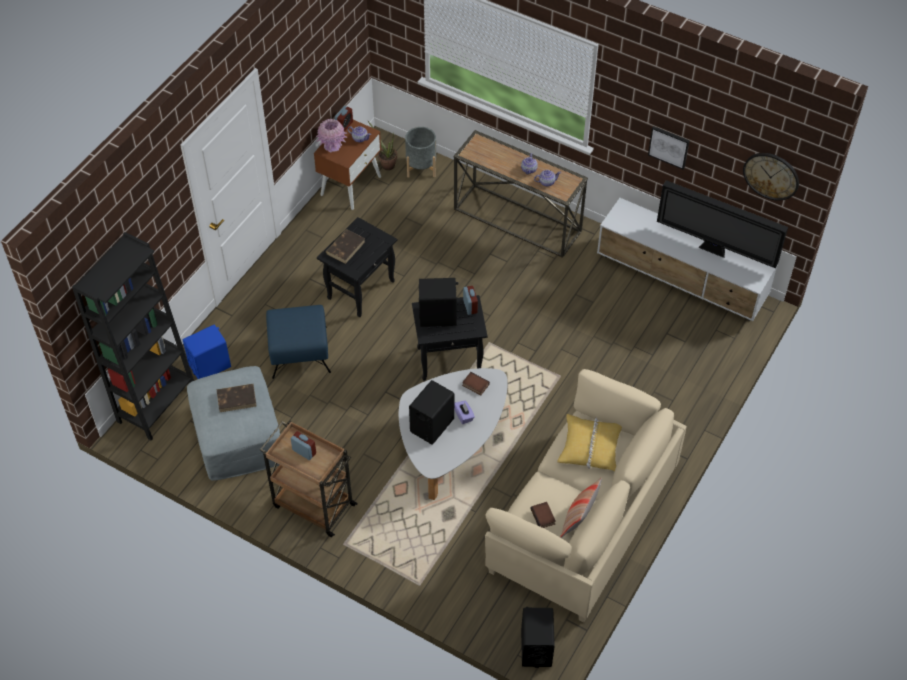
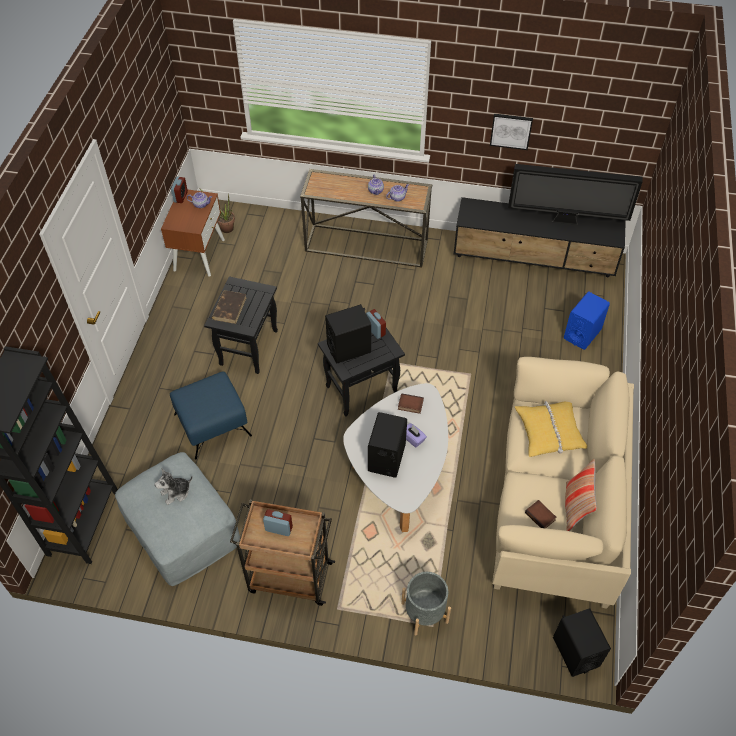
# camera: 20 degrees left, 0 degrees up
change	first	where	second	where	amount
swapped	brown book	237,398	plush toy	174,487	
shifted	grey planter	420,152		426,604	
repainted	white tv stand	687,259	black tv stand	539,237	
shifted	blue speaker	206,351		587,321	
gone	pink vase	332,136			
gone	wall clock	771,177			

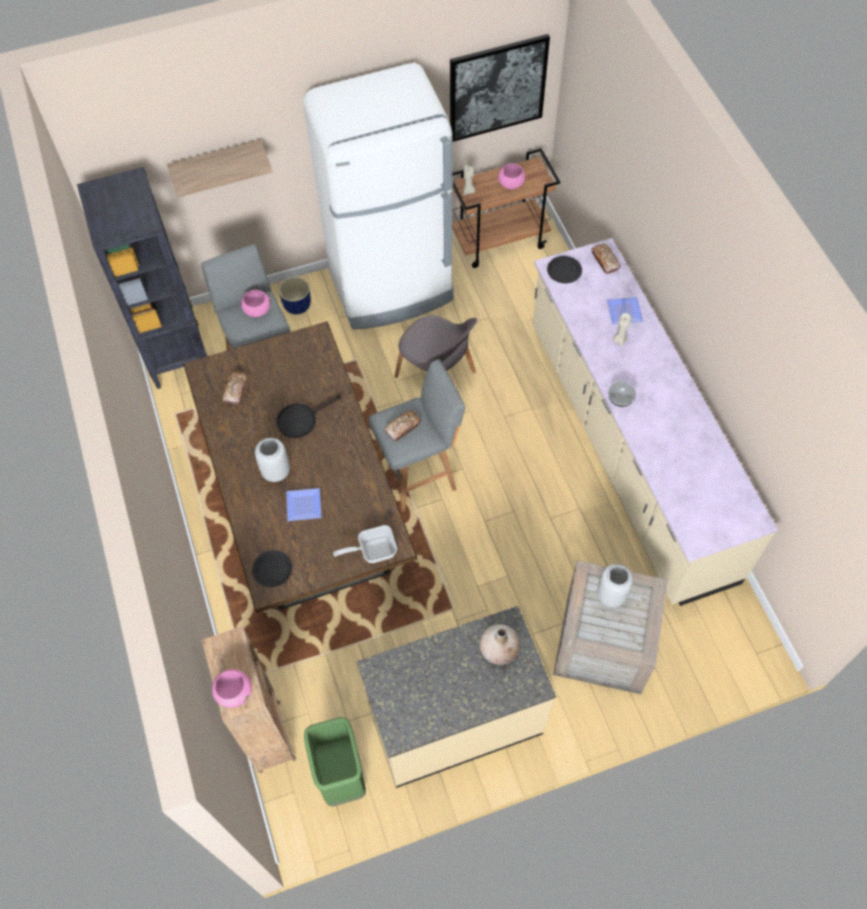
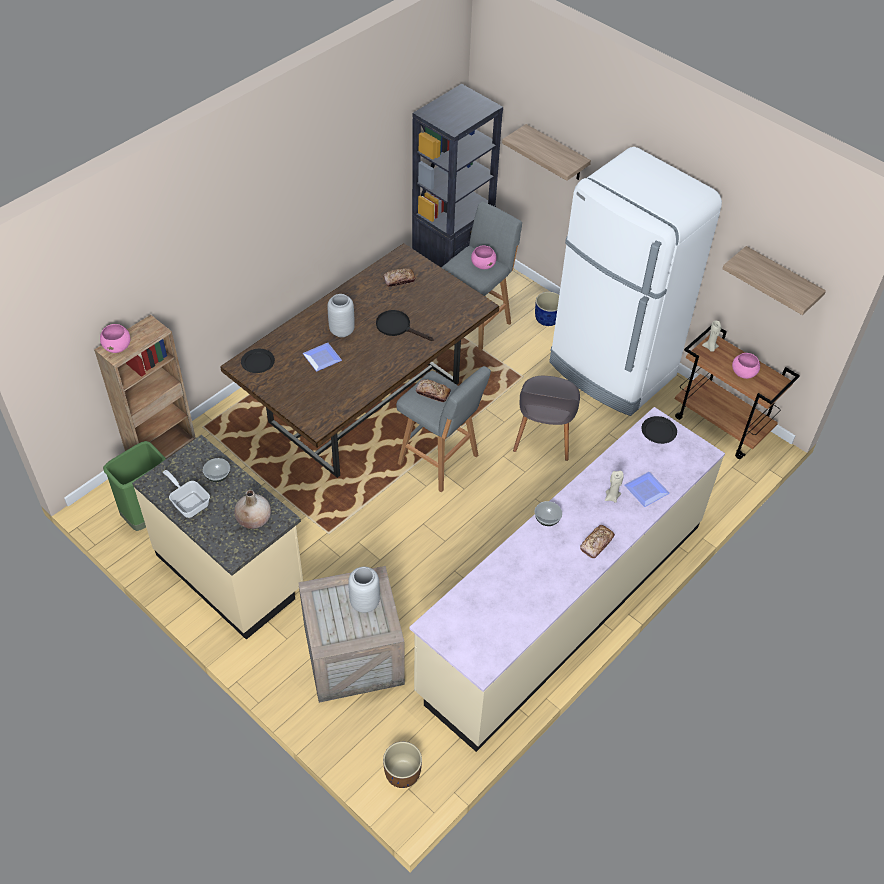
# camera: 60 degrees right, 10 degrees down
change	first	where	second	where	amount
shifted	frying pan	365,544		186,494	
new			bowl	216,470	
new			brown planter	402,765	
shifted	bread	606,259		597,541	
swapped	picture	500,88	shelf	774,280	

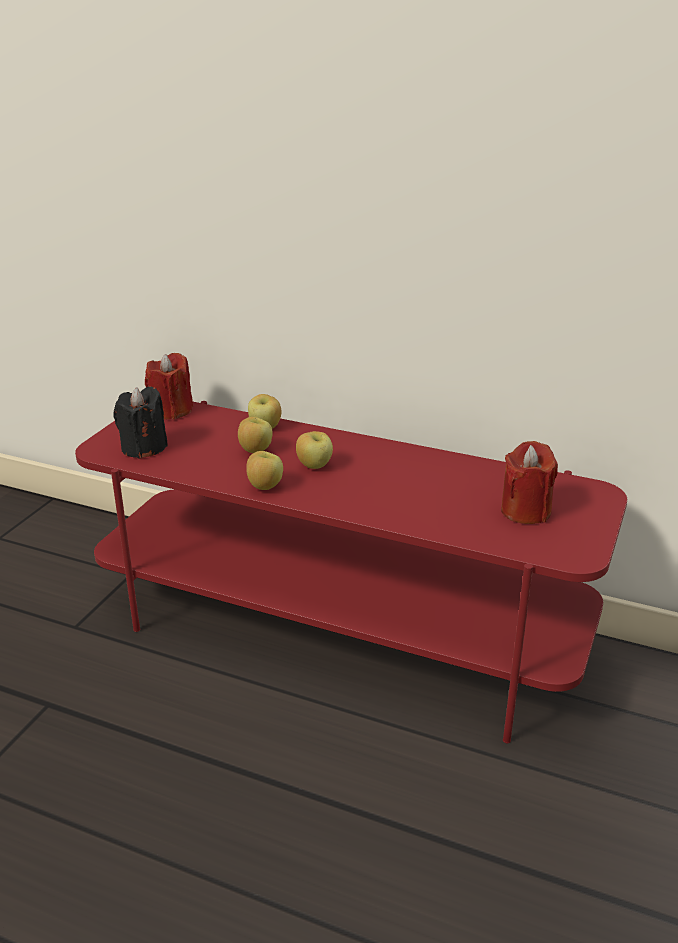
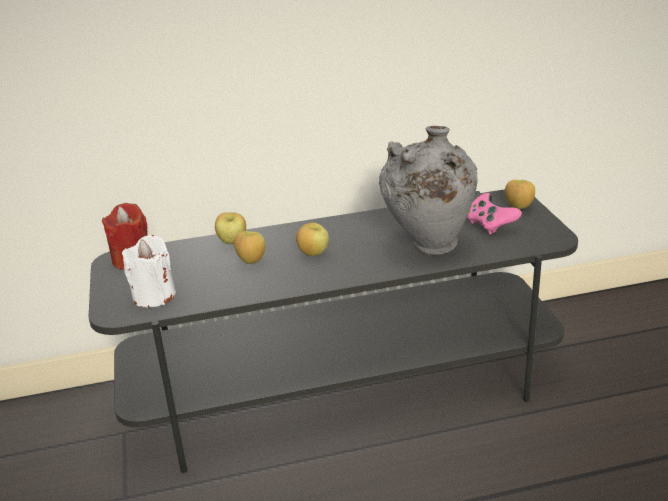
# camera: 35 degrees left, 0 degrees up
change	first	where	second	where	amount
repainted	red tv stand	351,572	grey tv stand	333,331	
repainted	black candle	141,422	white candle	149,271	
new			grey vase	428,190	
swapped	red candle	529,482	pink game controller	494,214	
shifted	apple	264,470		520,194	

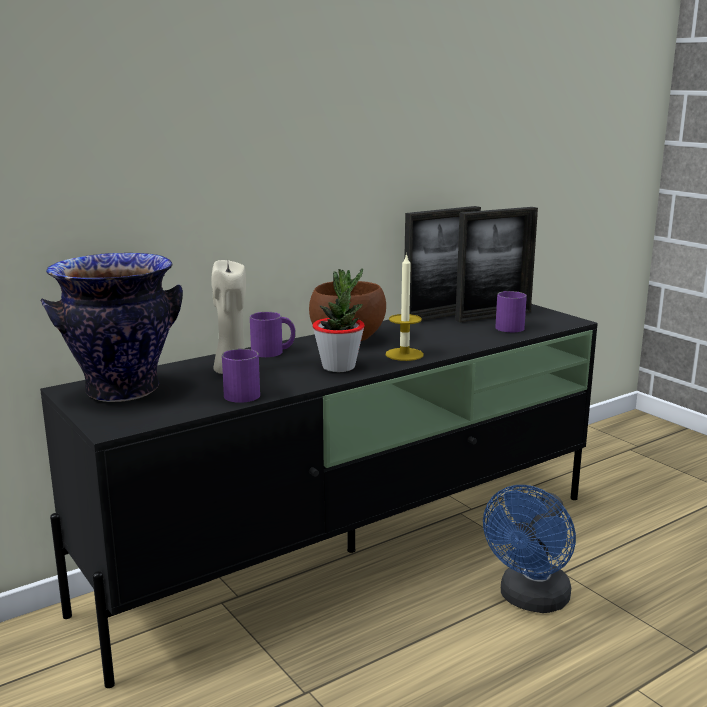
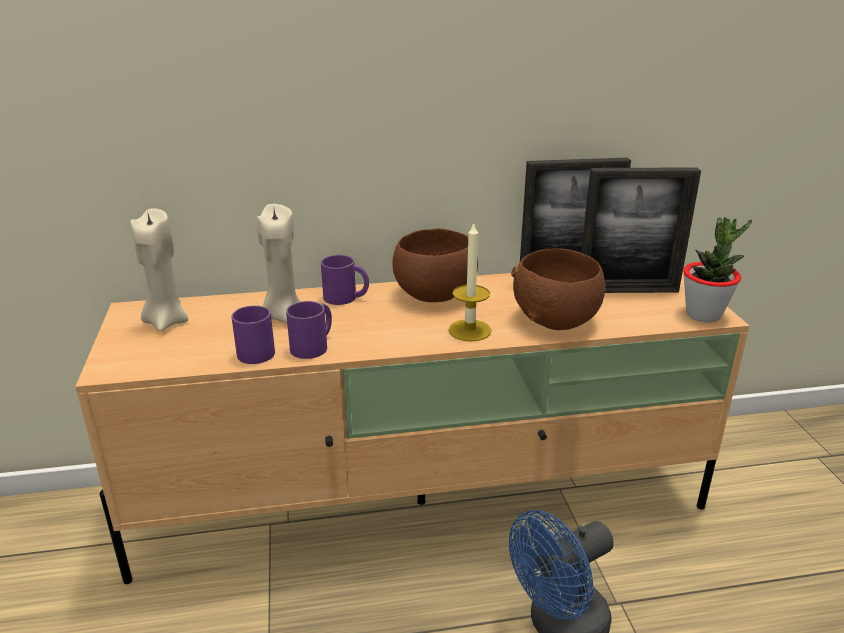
# camera: 25 degrees right, 10 degrees up
change	first	where	second	where	amount
repainted	black tv stand	319,496	beige tv stand	412,428	
swapped	vase	111,327	beige candle	159,270	
shifted	purple mug	511,311		309,330	
new			brown bowl	558,289	
shifted	potted plant	338,320		717,269	

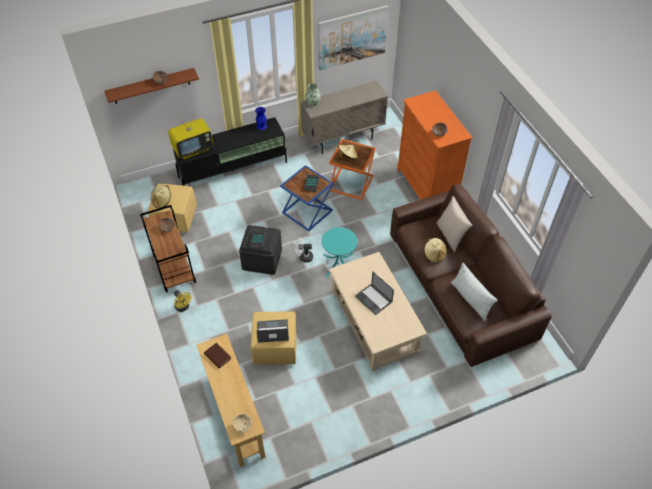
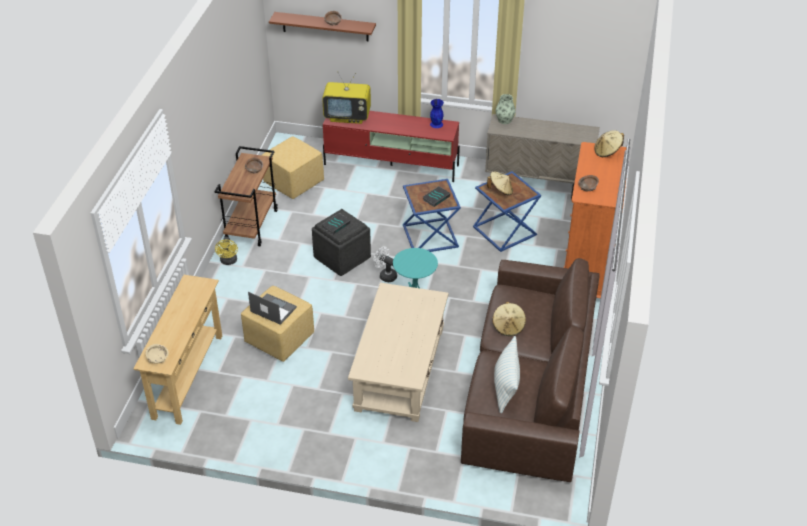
# camera: 35 degrees right, 10 degrees down
change	first	where	second	where	amount
repainted	black tv stand	230,151	red tv stand	391,146	
repainted	orange side table	352,169	blue side table	507,211	
shifted	beige hat	161,197		609,143	
gone	brown book	217,356			
gone	picture	353,37			
gone	laptop	374,293			
gone	beige pillow	454,224			

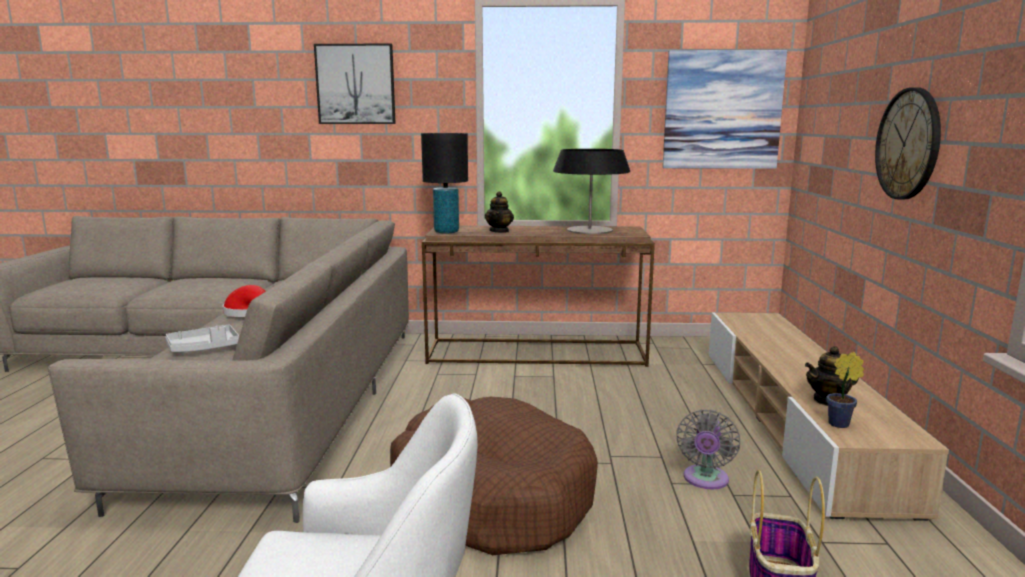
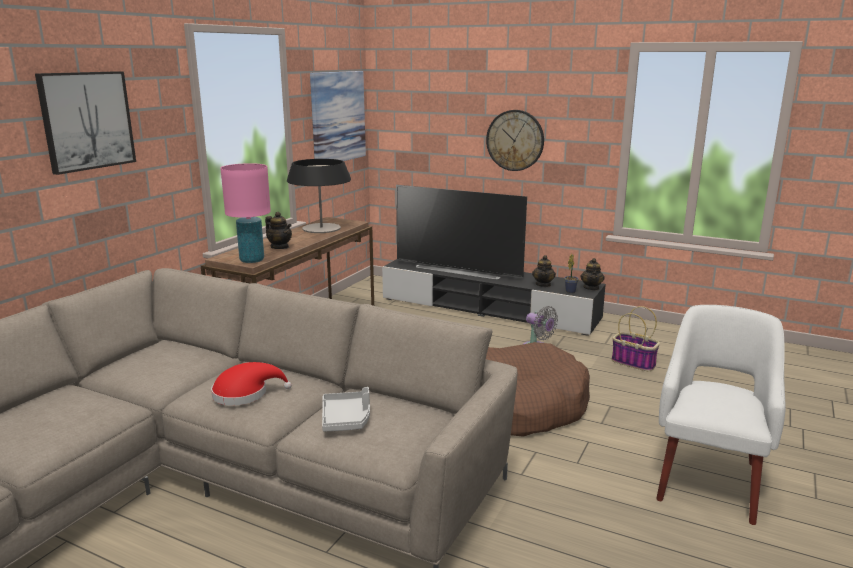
# camera: 65 degrees left, 5 degrees up
change	first	where	second	where	amount
repainted	black table lamp	444,183	pink table lamp	245,213	
repainted	beige tv stand	829,417	black tv stand	494,297	
new			television	461,232	
new			teapot	592,274	

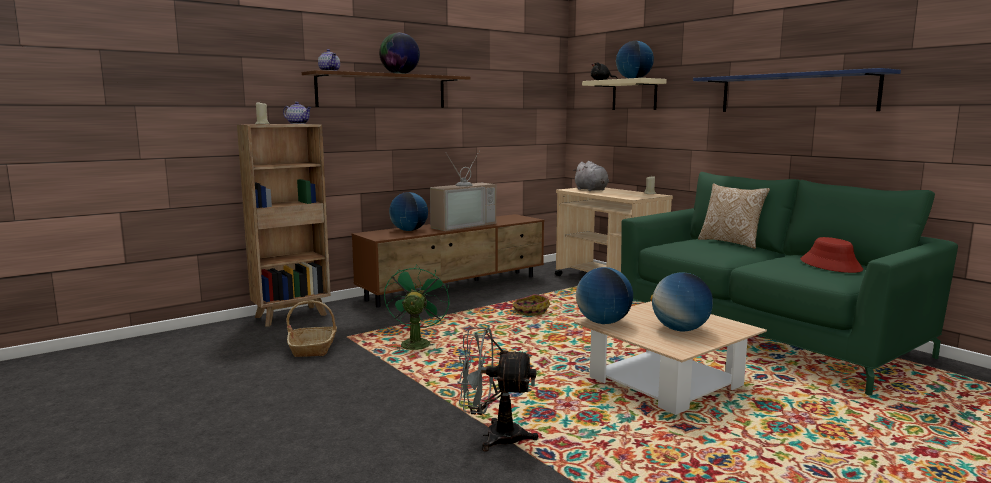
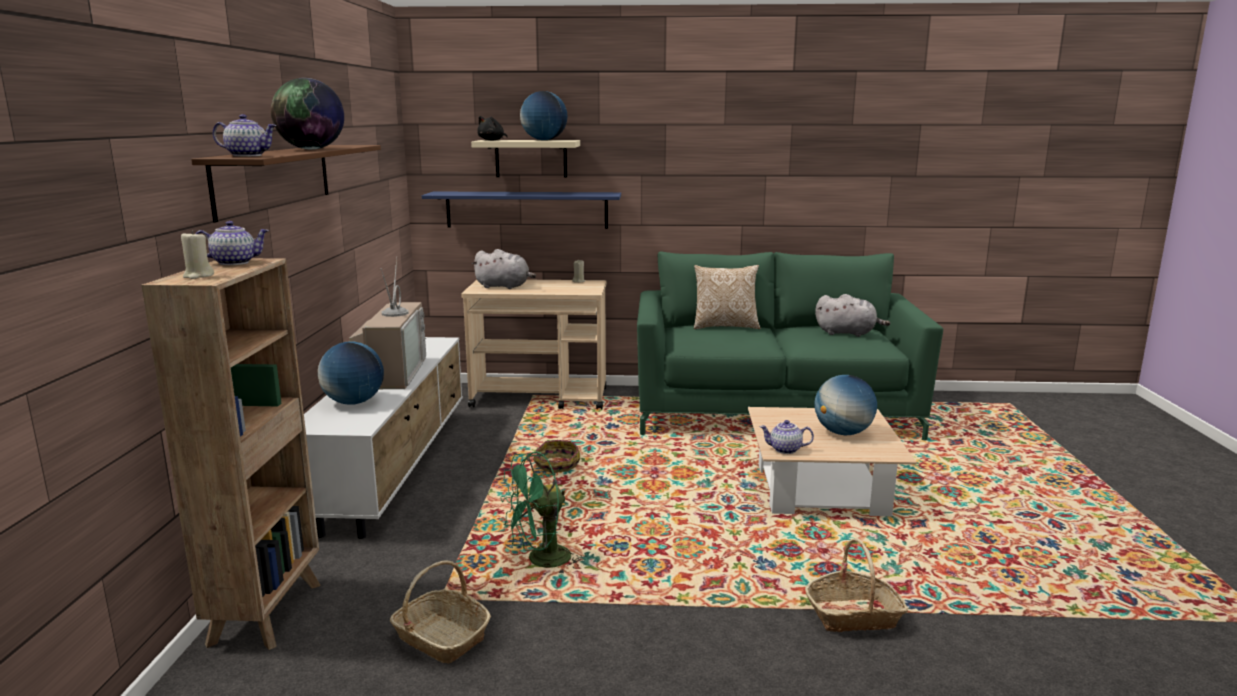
# camera: 50 degrees left, 5 degrees up
change	first	where	second	where	amount
repainted	brown tv stand	447,260	white tv stand	383,438	
shifted	blue shelf	797,90		521,210	
rotated	green fan	417,307		541,513	75 degrees counterclockwise
swapped	globe	604,295	teapot	787,437	
swapped	grey fan	497,389	basket	856,585	
swapped	red hat	831,255	grey plush toy	852,315	

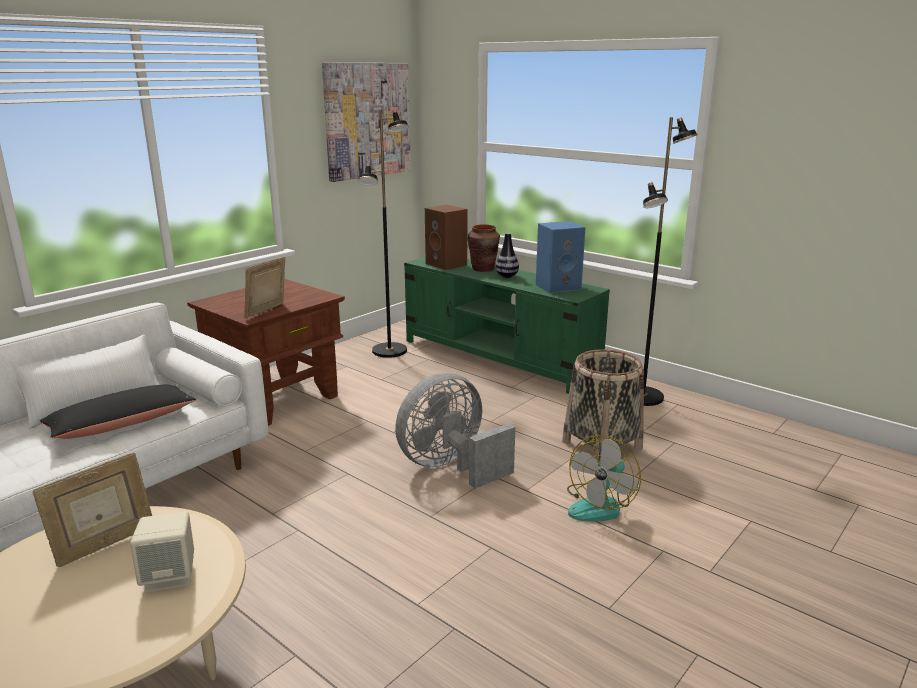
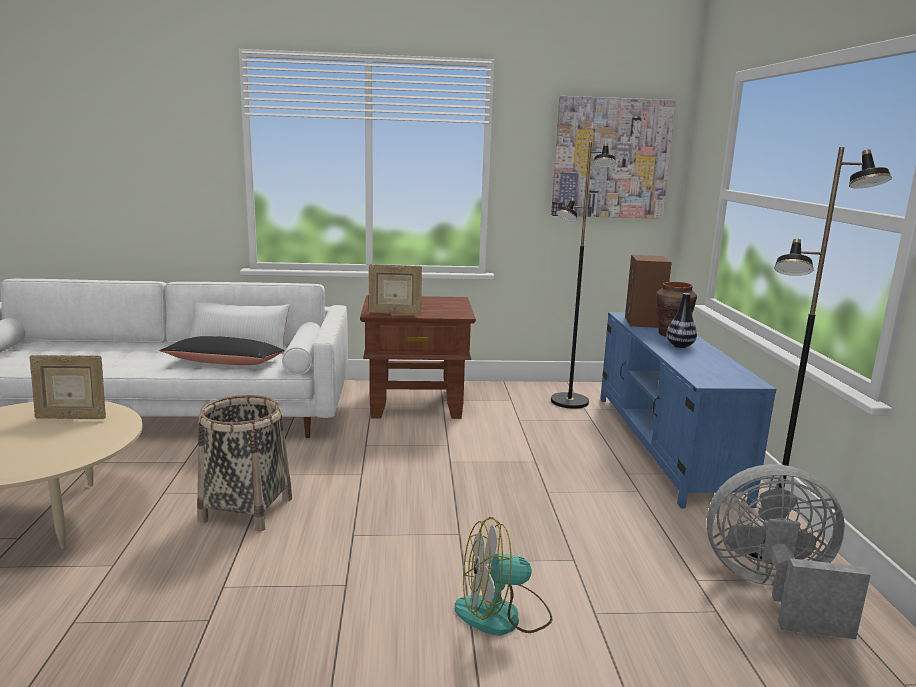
# camera: 45 degrees right, 5 degrees down
change	first	where	second	where	amount
shifted	basket	603,406		244,463	
rotated	picture frame	264,287		395,289	150 degrees counterclockwise
repainted	green tv stand	507,325	blue tv stand	688,410	
shifted	grey fan	455,431		789,551	
gone	beige speaker	162,551			
gone	blue speaker	561,257			

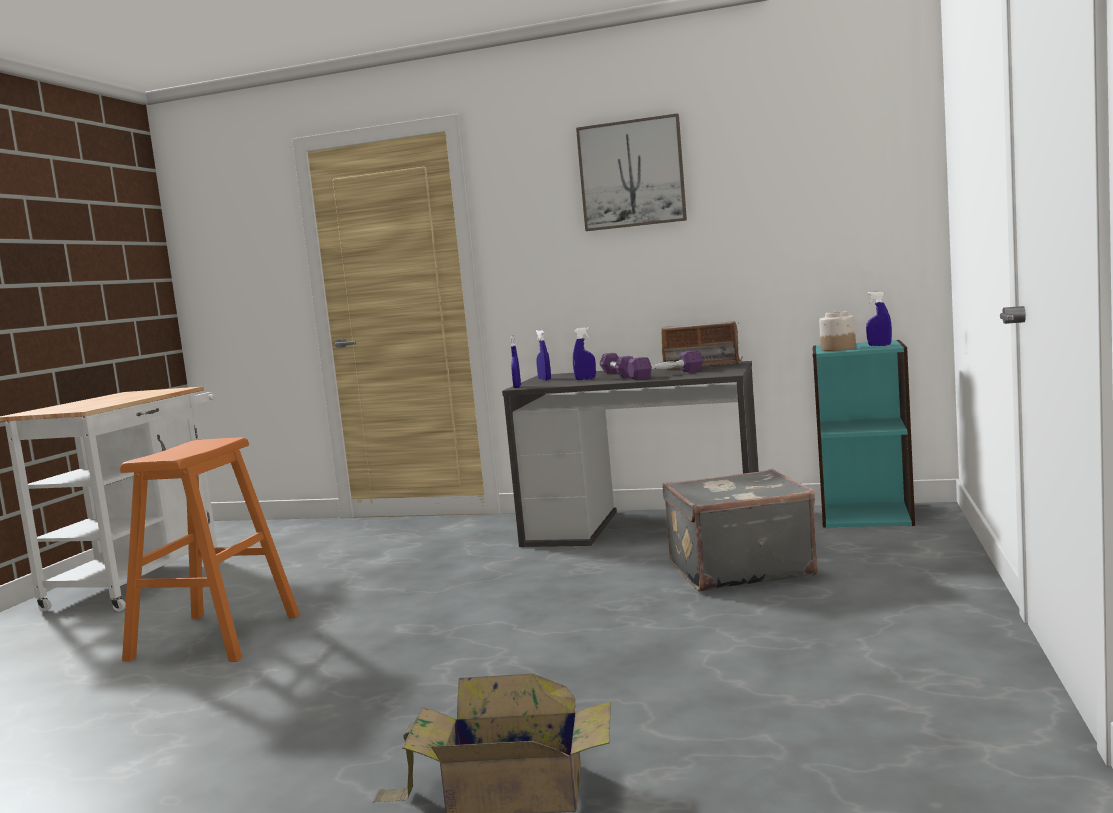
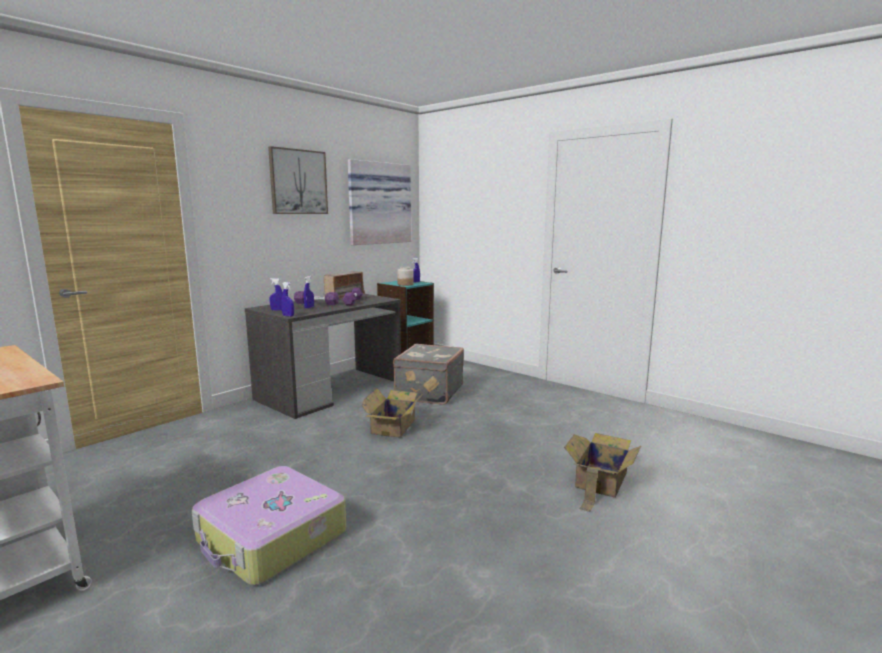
# camera: 65 degrees left, 5 degrees up
change	first	where	second	where	amount
swapped	orange stool	210,549	suitcase	269,525	
new			picture	379,202	
new			cardboard box	393,413	

